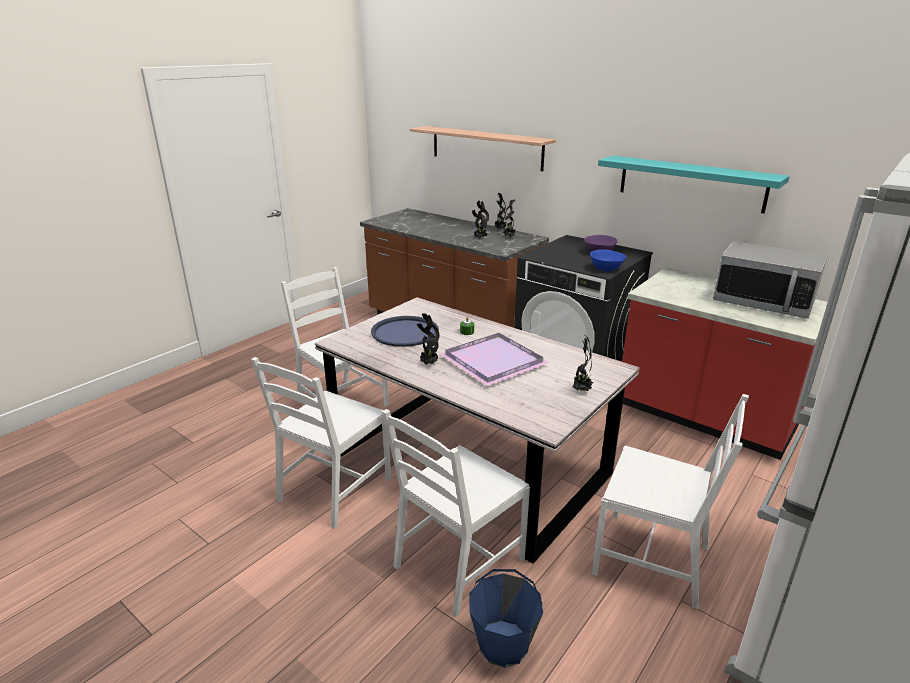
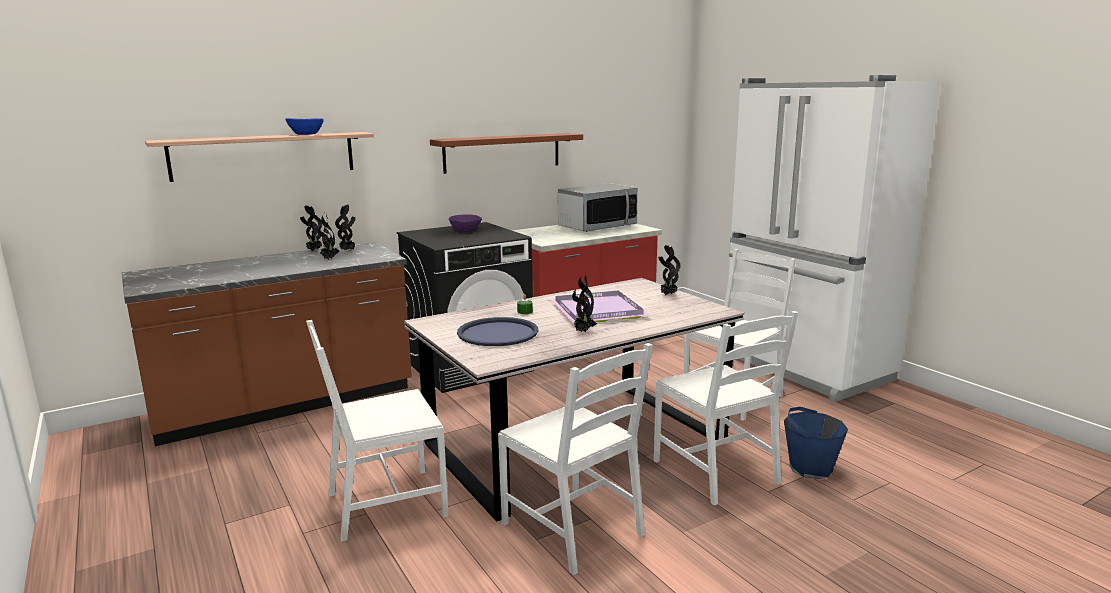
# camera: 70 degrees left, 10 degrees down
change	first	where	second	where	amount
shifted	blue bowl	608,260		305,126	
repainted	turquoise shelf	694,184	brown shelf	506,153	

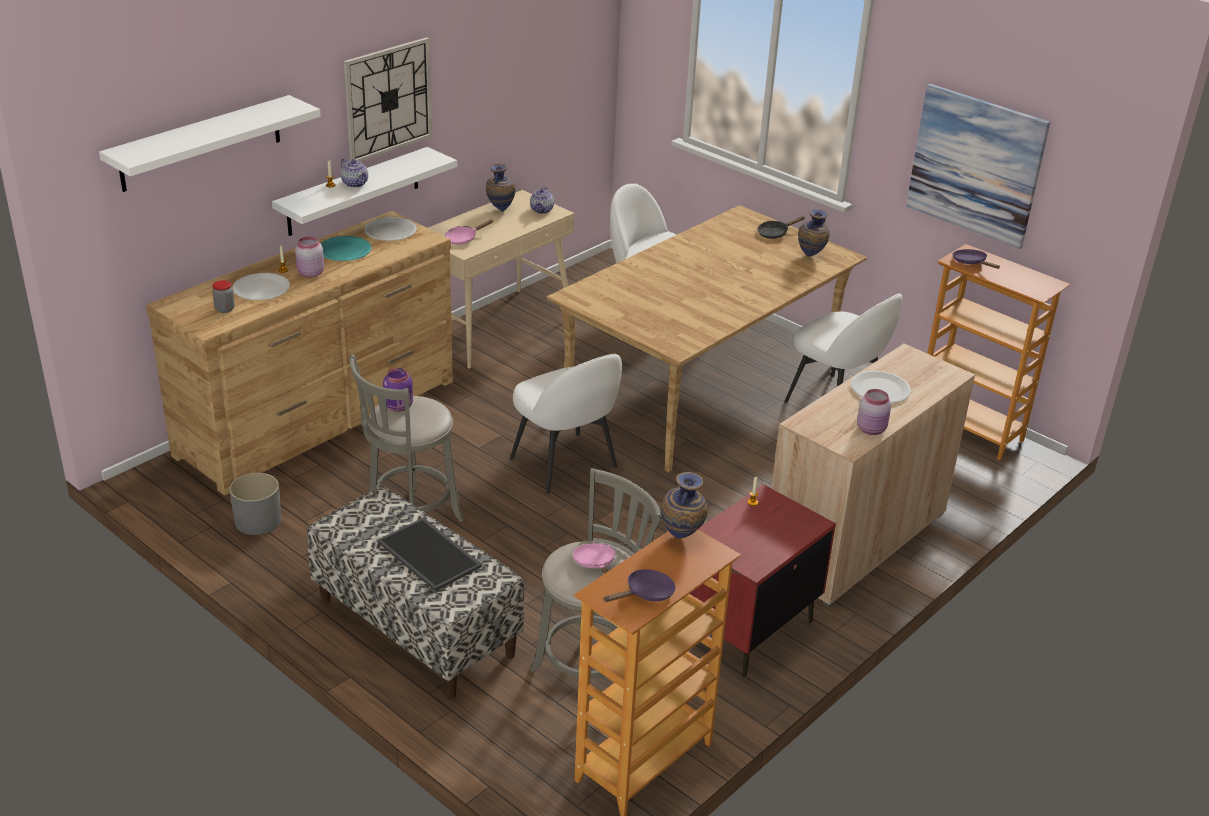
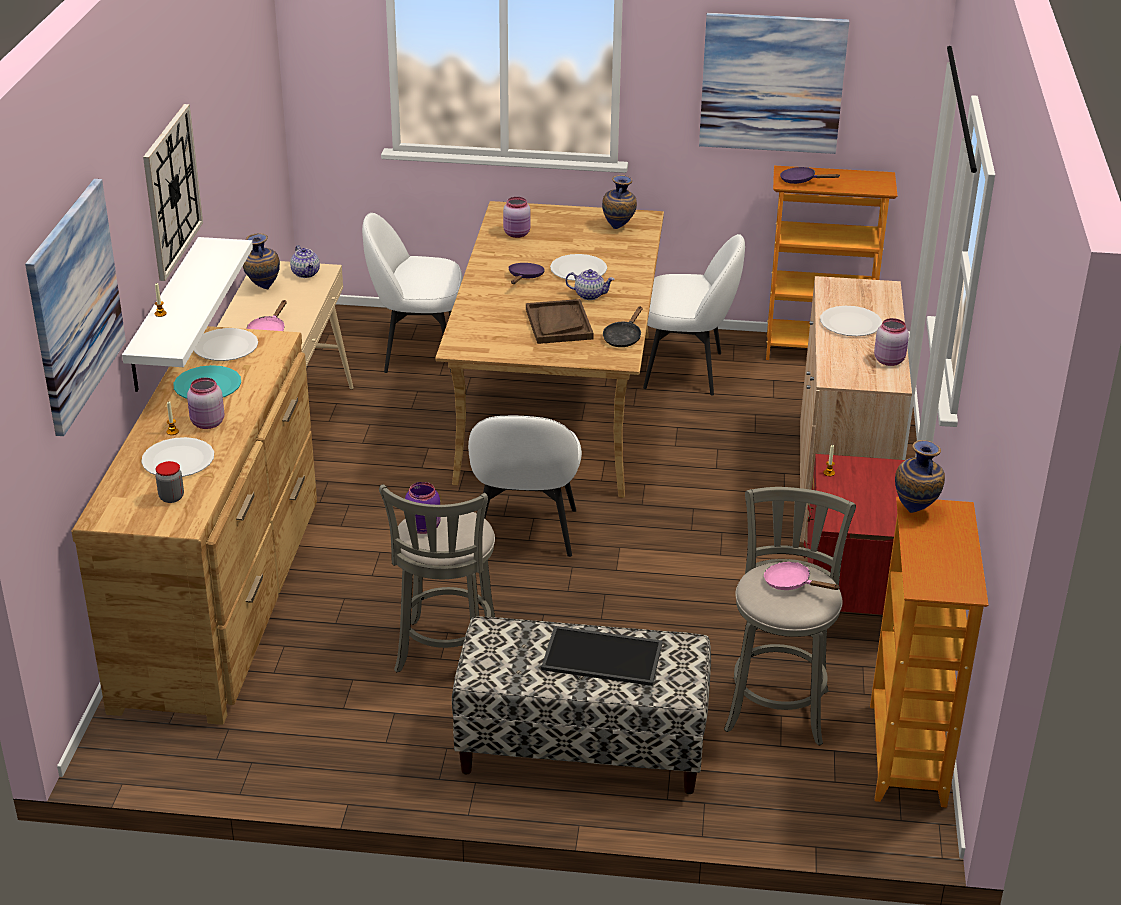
# camera: 35 degrees left, 0 degrees up
change	first	where	second	where	amount
swapped	white shelf	210,143	picture	75,307	
rotated	white chair	566,424		525,486	75 degrees clockwise
new			pink jar	517,217	
shifted	purple frying pan	639,585		527,273	
new			brown tray	560,321	
new			white plate	578,267	
shifted	teapot	354,173		589,284	
shifted	black frying pan	781,227		623,326	
gone	grey planter	255,504			

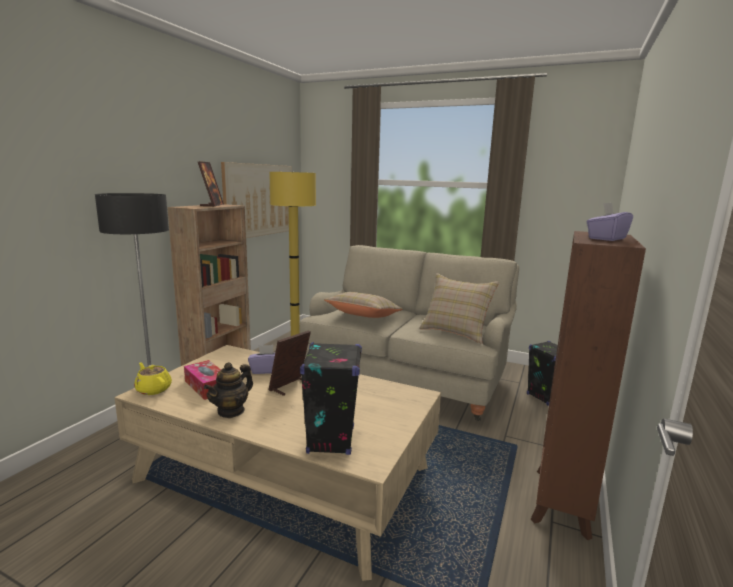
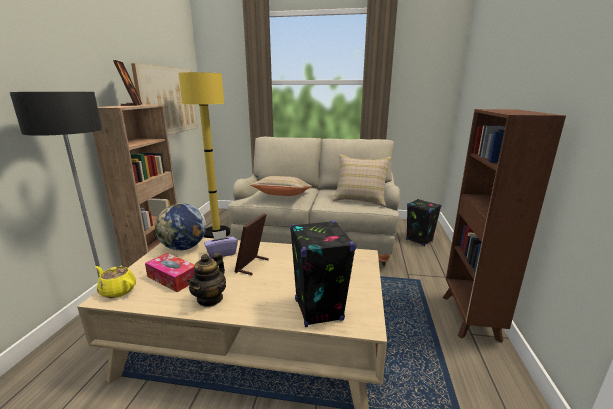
# camera: 15 degrees left, 5 degrees up
change	first	where	second	where	amount
new			globe	180,226	
gone	purple tissue box	610,222			

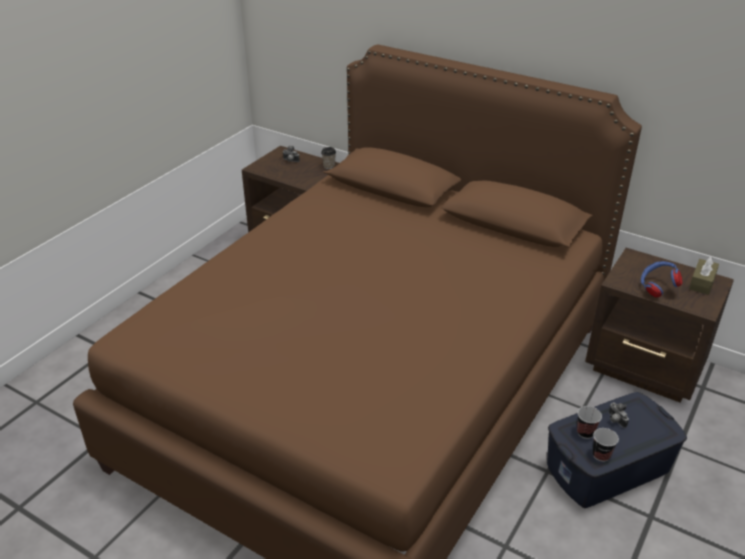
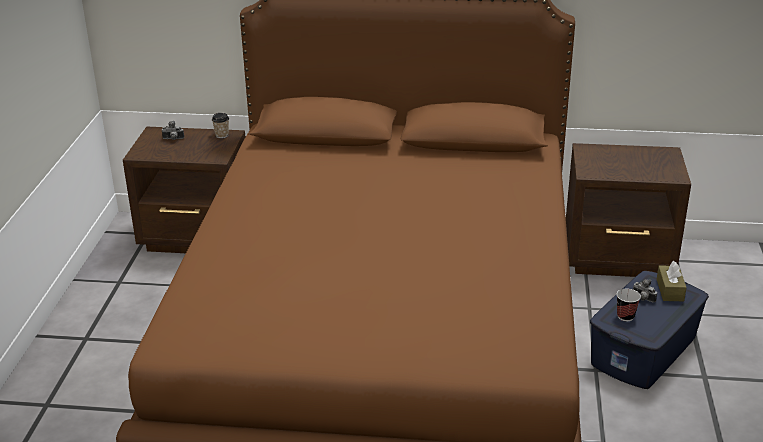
# camera: 25 degrees left, 5 degrees down
change	first	where	second	where	amount
shifted	brown tissue box	704,275		672,281	
gone	cup	606,445			
gone	blue headphones	661,279			

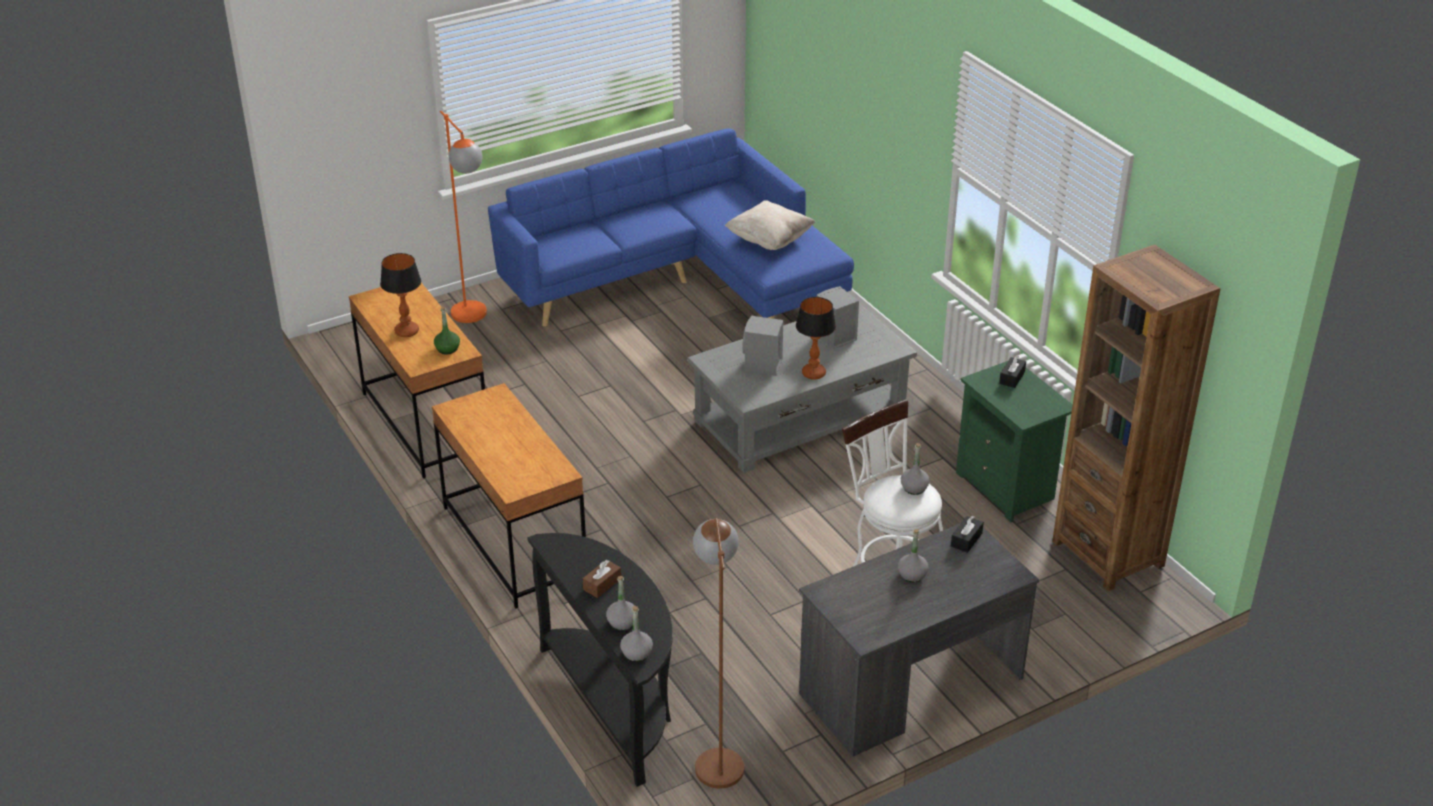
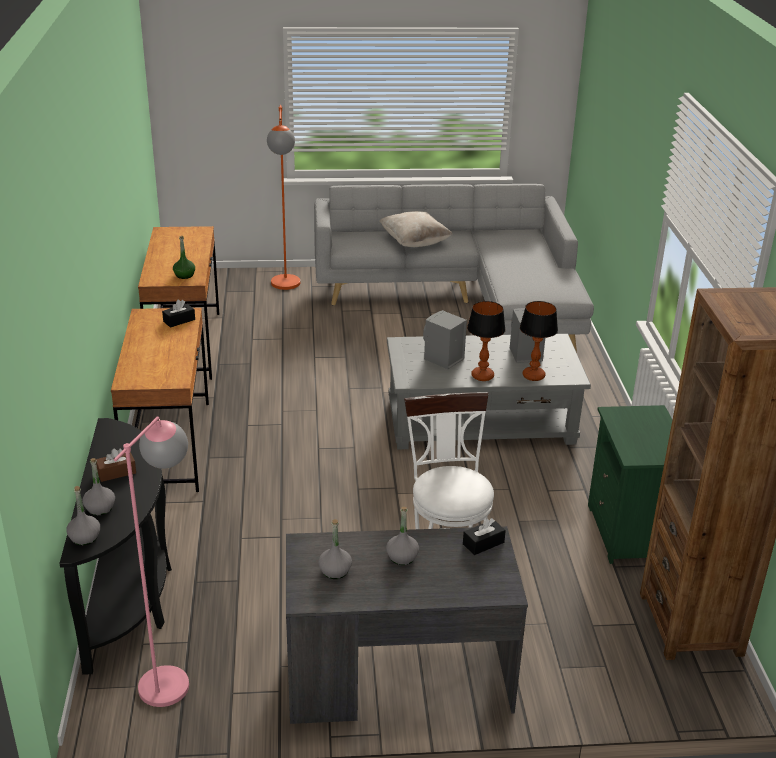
# camera: 25 degrees right, 5 degrees down
change	first	where	second	where	amount
repainted	brown floor lamp	718,653	pink floor lamp	151,561	
shifted	black tissue box	1012,371		178,314	
repainted	blue sofa	671,227	grey sofa	454,268	
shifted	grey bottle	915,469		335,549	
shifted	beige pillow	770,225		415,229	
shifted	table lamp	400,295		539,341	

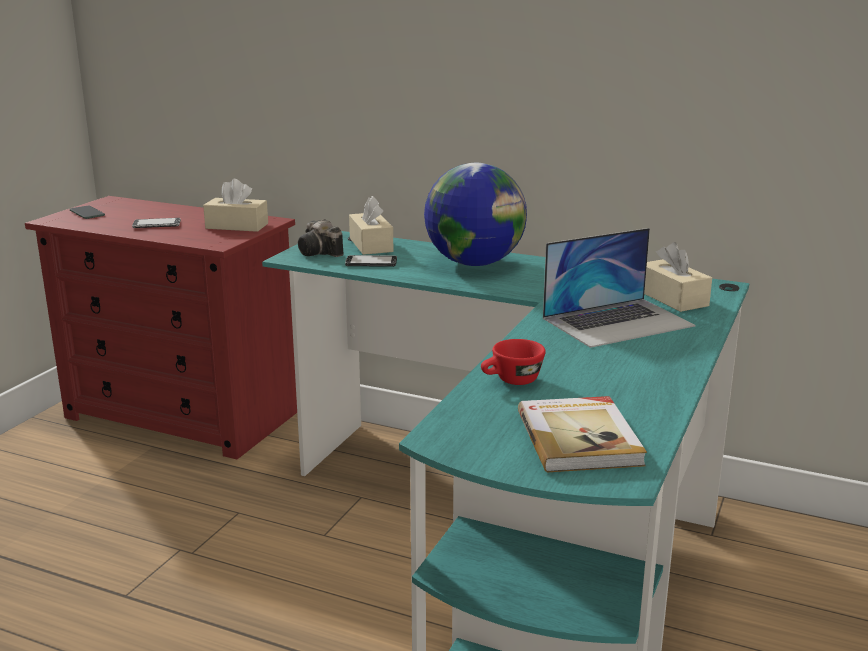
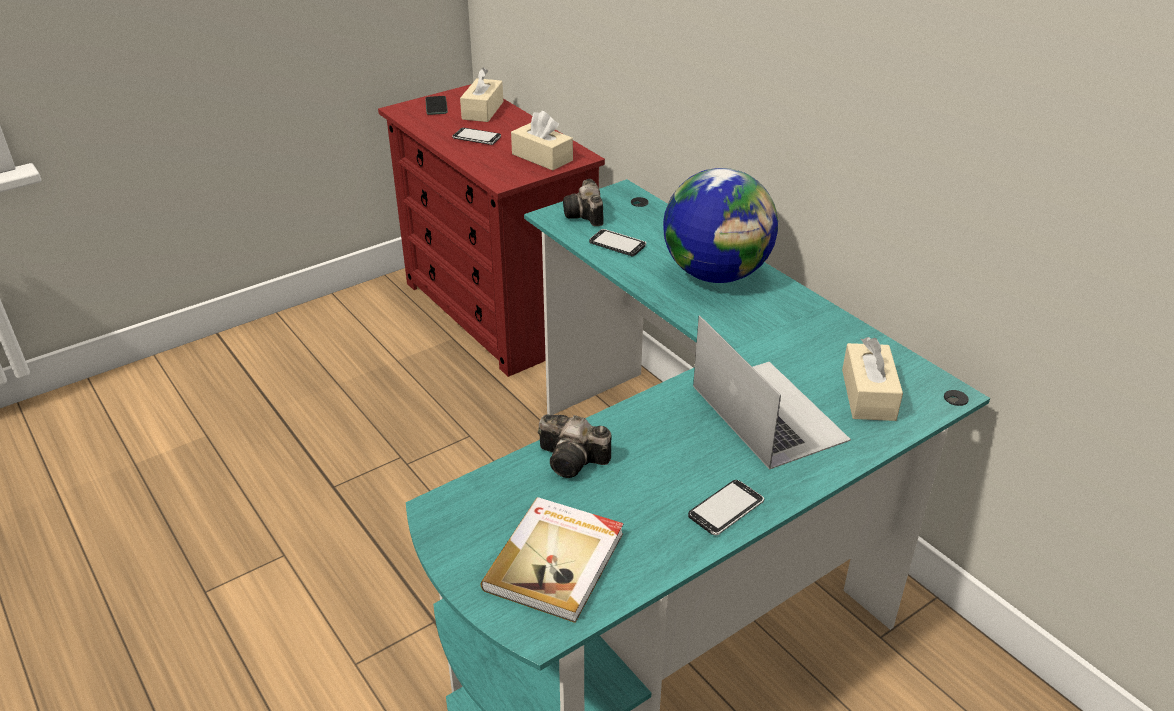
# camera: 30 degrees right, 15 degrees up
change	first	where	second	where	amount
shifted	beige tissue box	371,225		481,94	
swapped	red cup	513,362	photo camera	574,446	
new			phone	726,507	
rotated	laptop	619,288		772,392	120 degrees counterclockwise

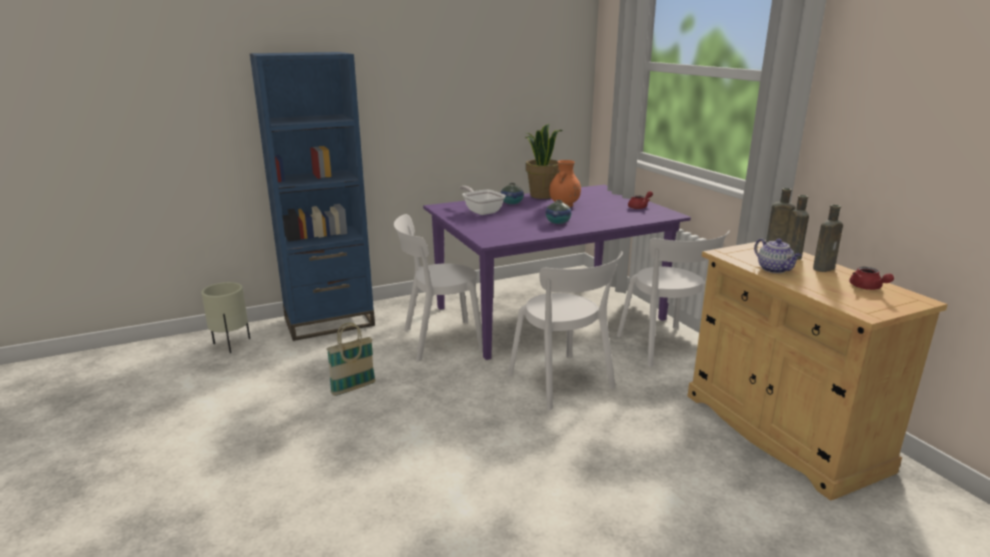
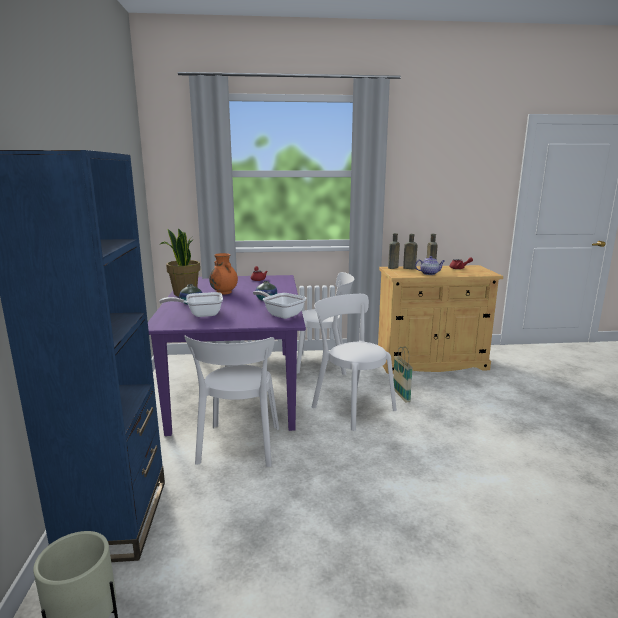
# camera: 70 degrees left, 5 degrees down
change	first	where	second	where	amount
new			frying pan	279,305	
rotated	white chair	565,330		354,362	120 degrees counterclockwise
shifted	basket	351,359		403,374	

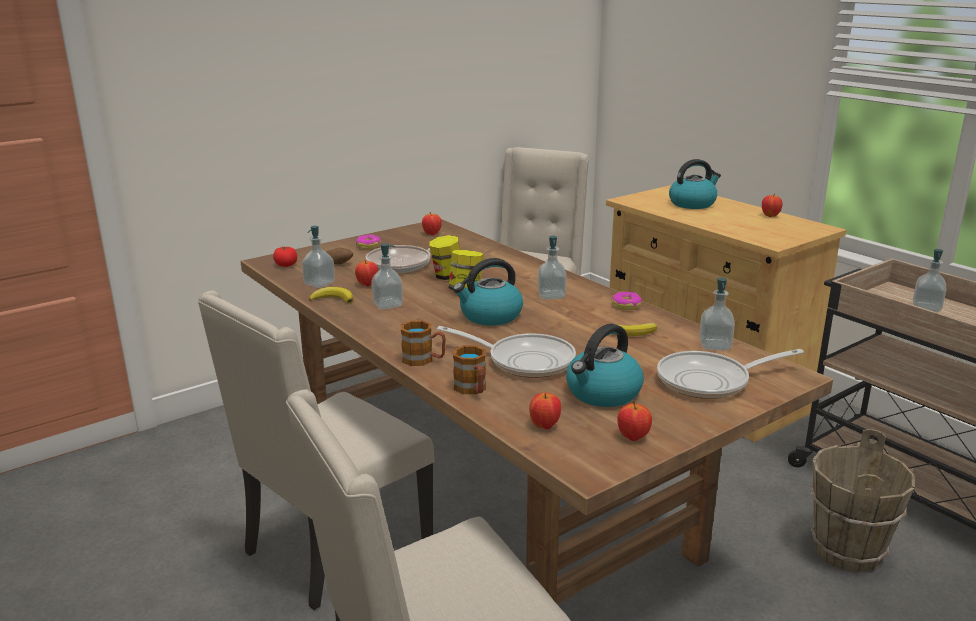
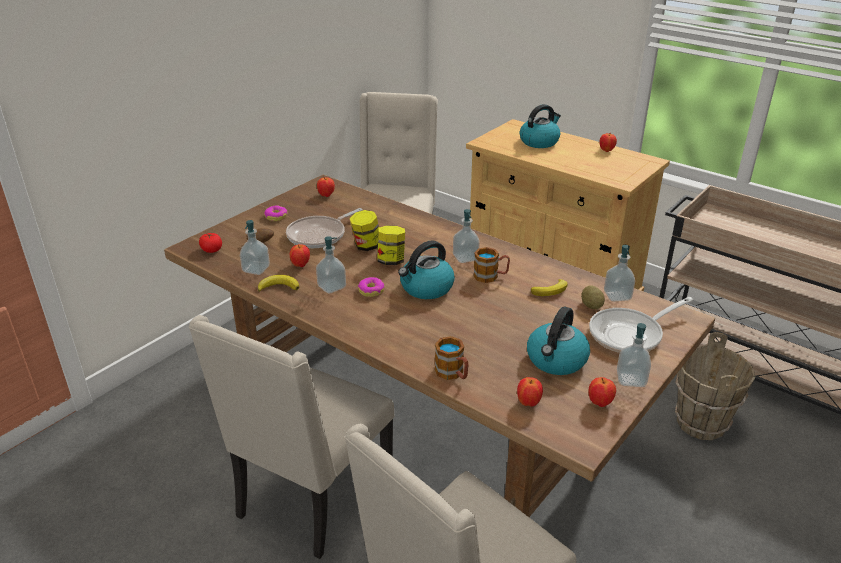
# camera: 15 degrees left, 10 degrees up
change	first	where	second	where	amount
shifted	donut	626,301		371,287	
shifted	mug	423,343		491,265	
new			potato	593,297	
shifted	soap dispenser	929,280		634,355	
gone	frying pan	506,352			

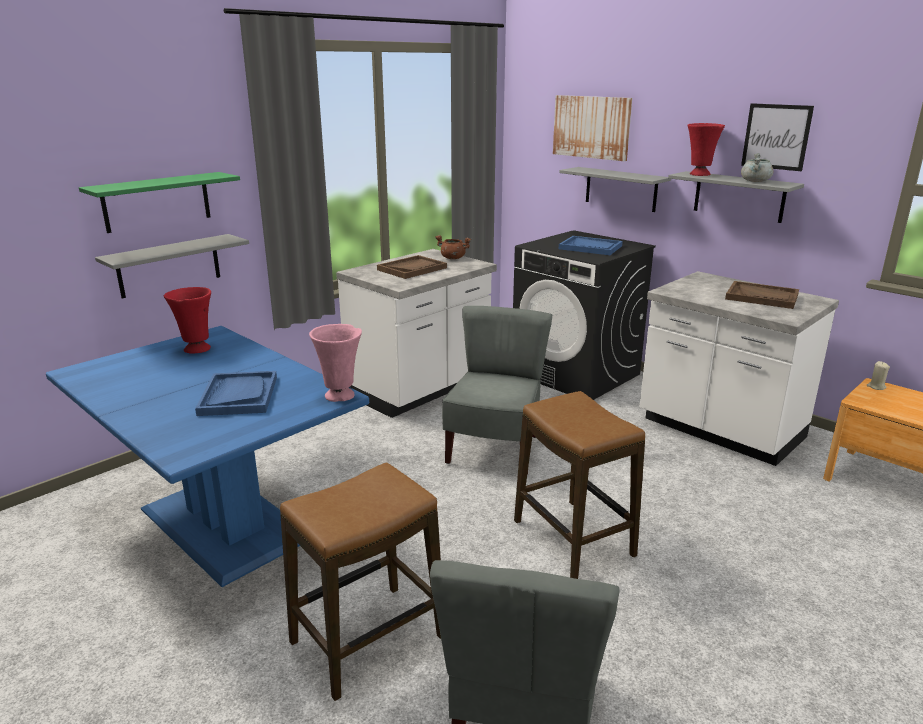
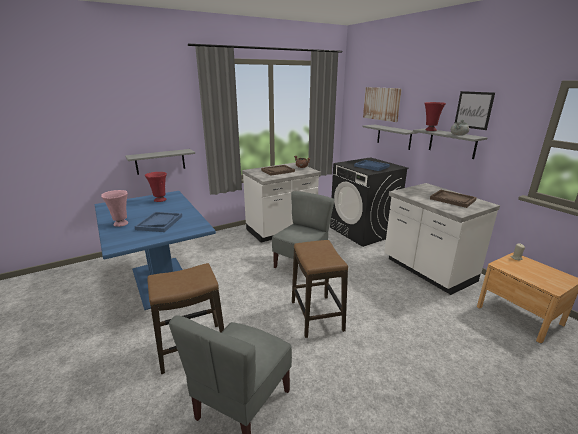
# camera: 15 degrees right, 0 degrees up
change	first	where	second	where	amount
shifted	pink vase	335,363		114,208	
gone	green shelf	159,202			

